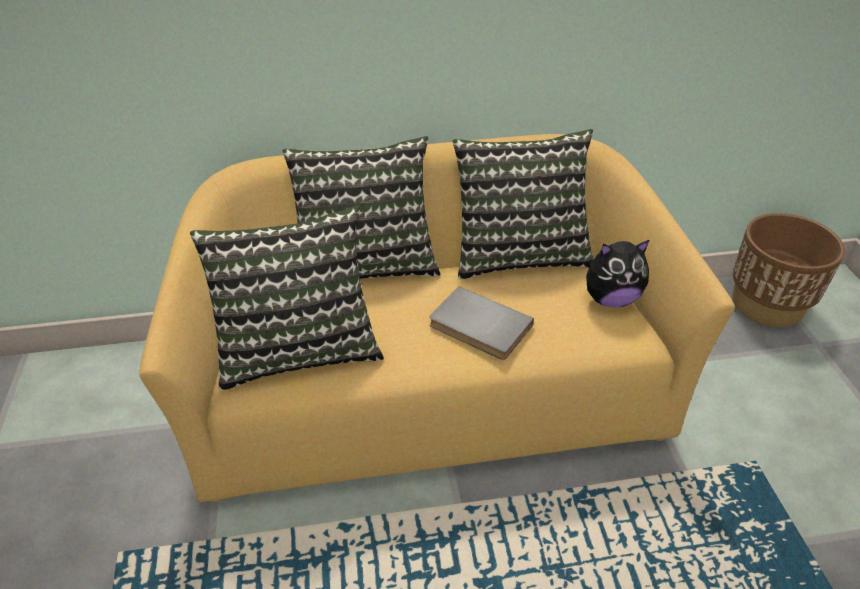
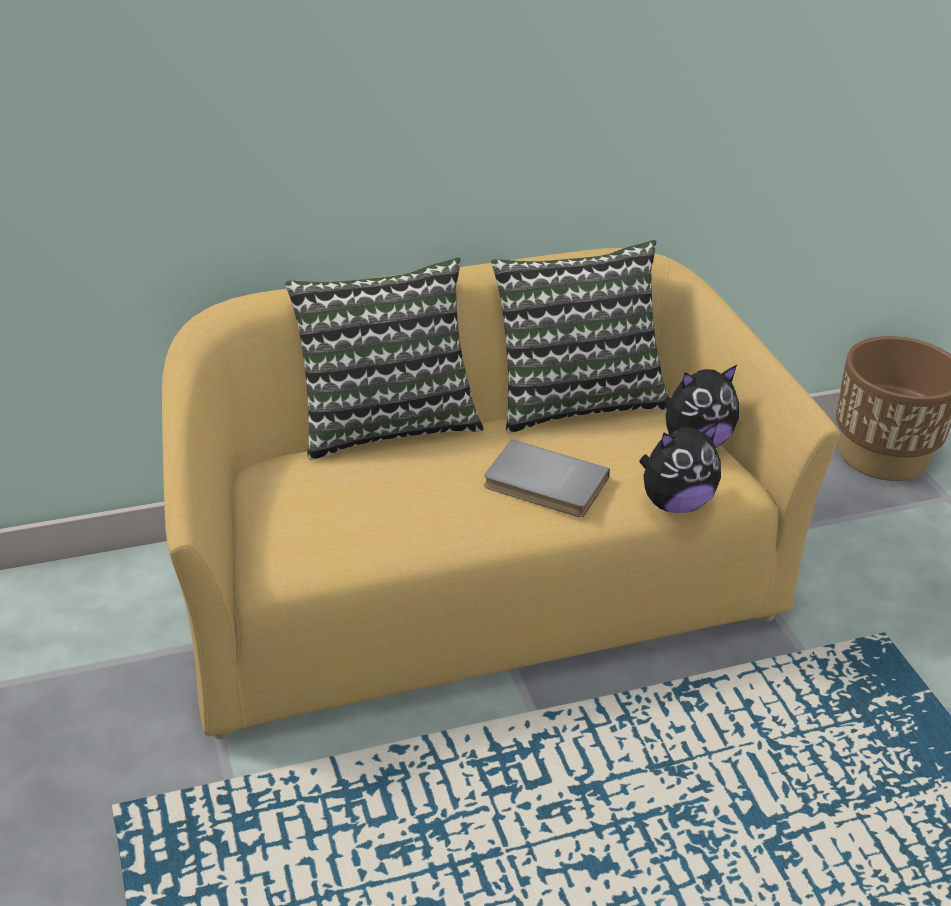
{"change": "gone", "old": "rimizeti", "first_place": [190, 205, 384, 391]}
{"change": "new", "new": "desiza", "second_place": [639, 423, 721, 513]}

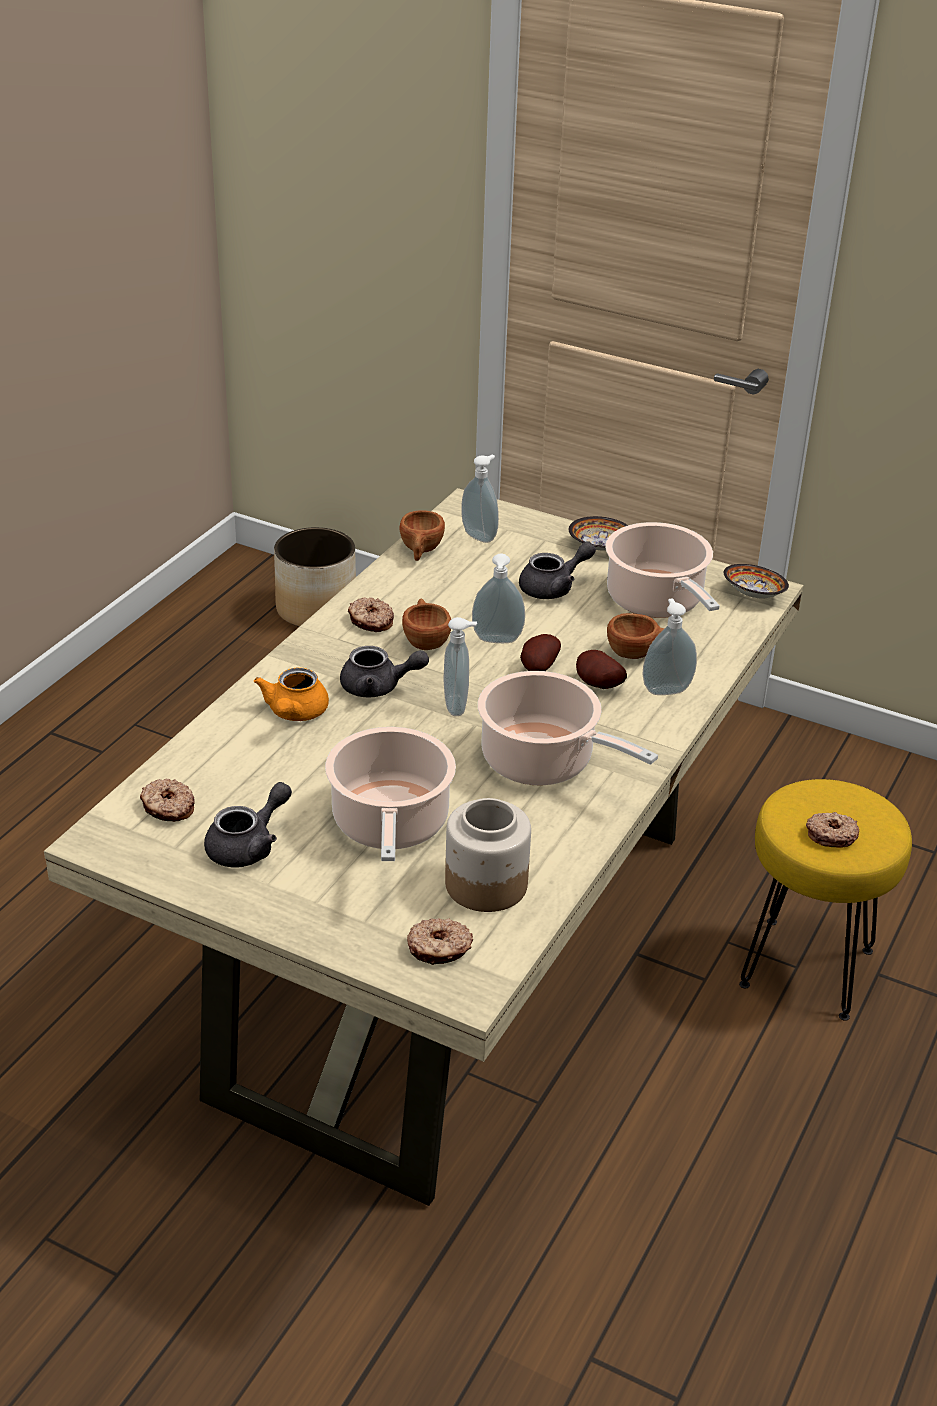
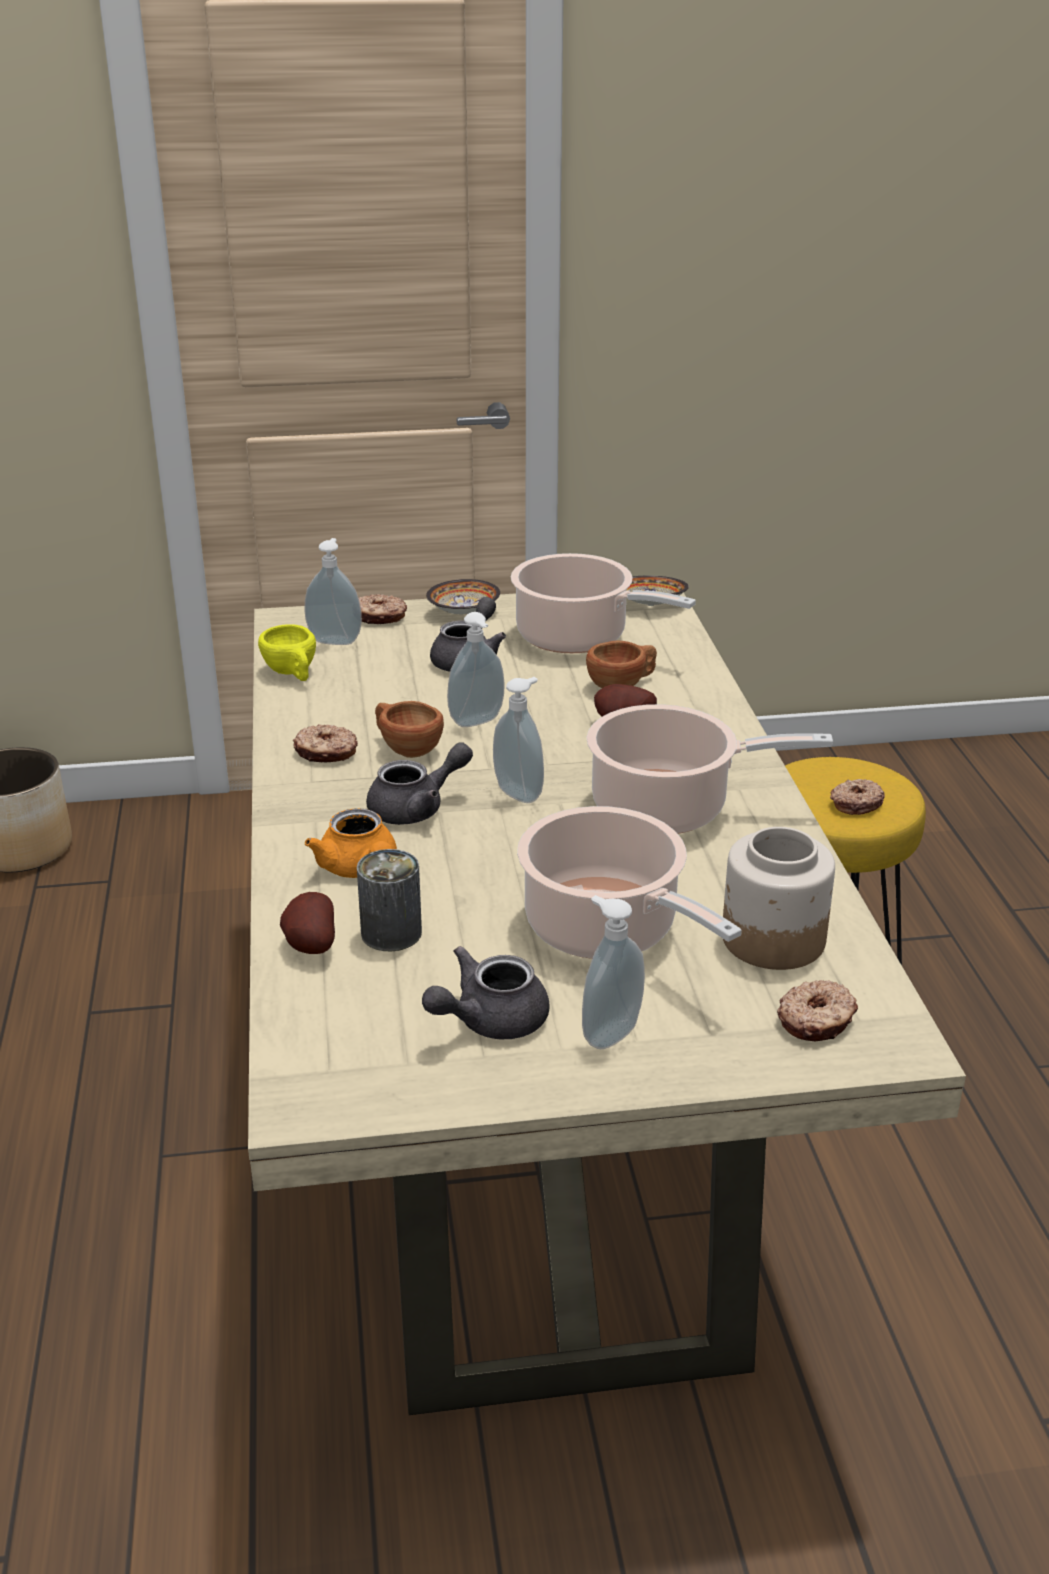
{"change": "new", "new": "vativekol", "second_place": [357, 849, 422, 951]}
{"change": "shifted", "old": "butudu", "first_place": [140, 779, 195, 822], "second_place": [359, 594, 407, 624]}
{"change": "shifted", "old": "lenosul", "first_place": [520, 634, 561, 671], "second_place": [280, 892, 335, 954]}
{"change": "shifted", "old": "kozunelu", "first_place": [642, 598, 697, 695], "second_place": [582, 895, 645, 1049]}
{"change": "repainted", "old": "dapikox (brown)", "new": "dapikox (yellow)", "first_place": [399, 510, 445, 561], "second_place": [258, 624, 316, 681]}
{"change": "rotated", "old": "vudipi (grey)", "first_place": [204, 782, 292, 868], "second_place": [422, 946, 550, 1040], "degrees": -135}

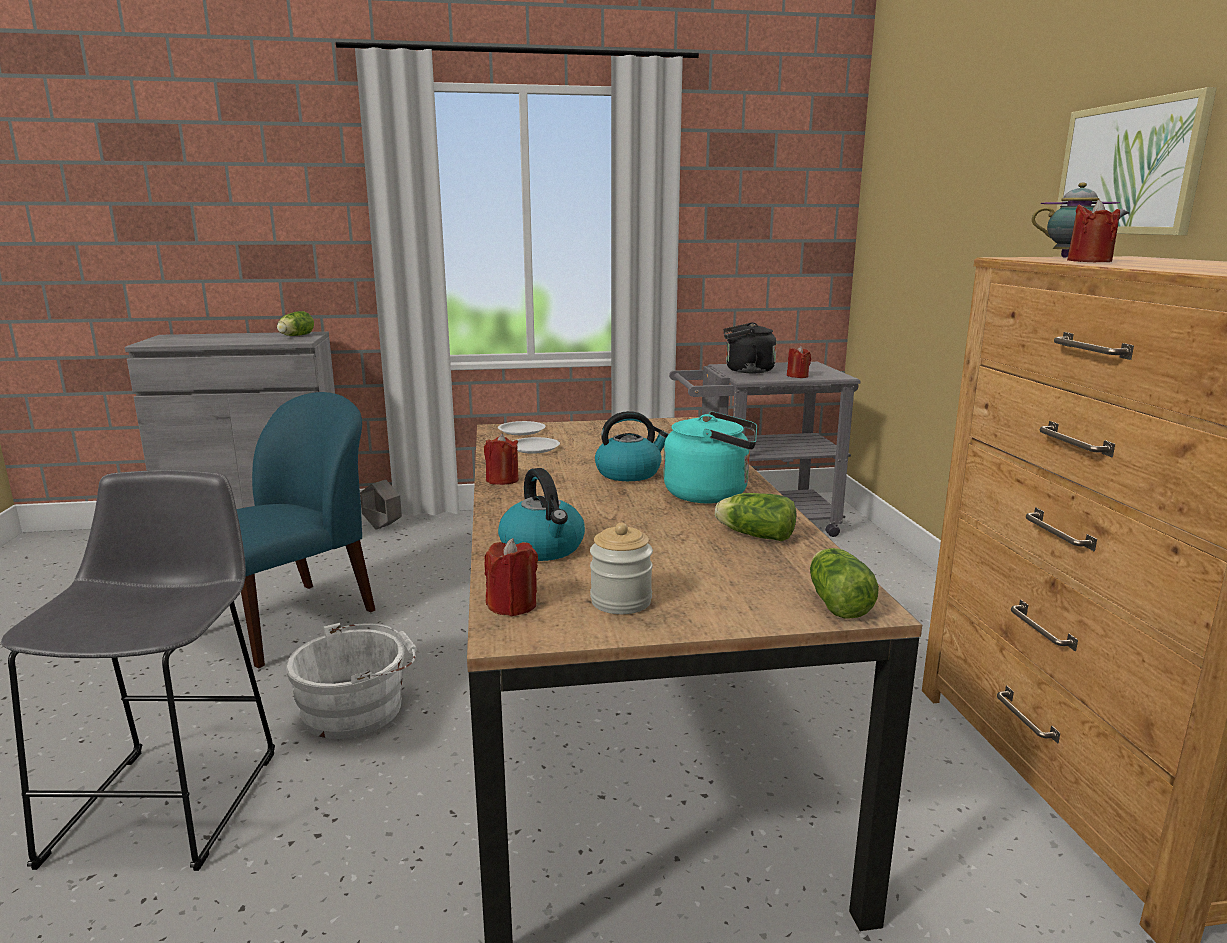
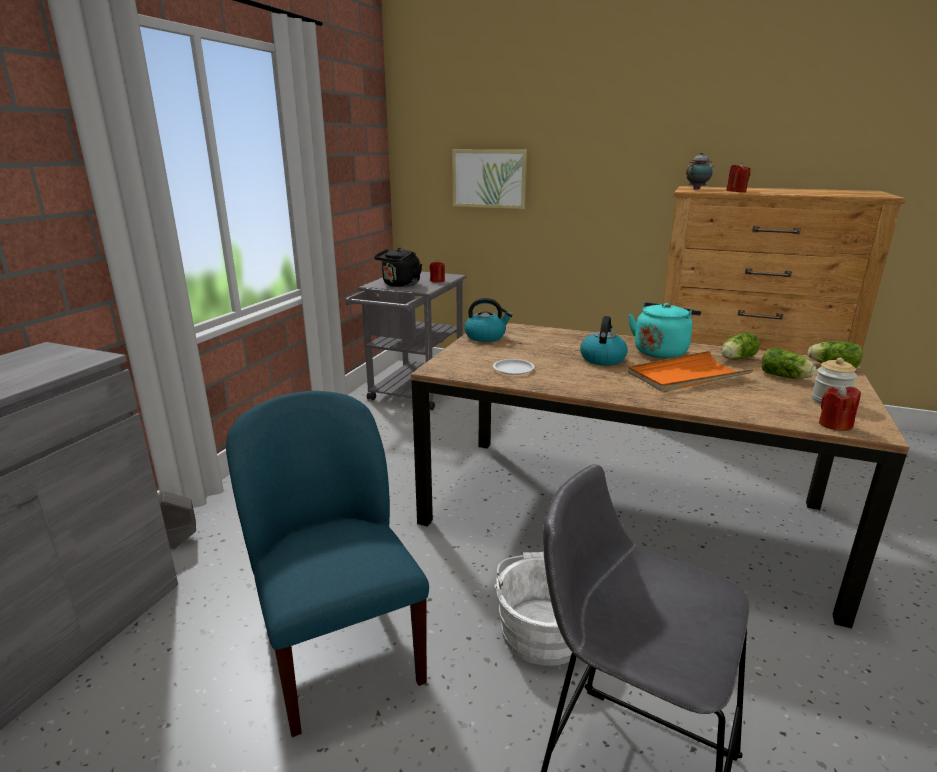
{"change": "gone", "old": "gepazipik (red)", "first_place": [484, 434, 519, 485]}
{"change": "gone", "old": "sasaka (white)", "first_place": [498, 421, 546, 435]}
{"change": "new", "new": "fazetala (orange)", "second_place": [628, 351, 754, 393]}
{"change": "shifted", "old": "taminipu", "first_place": [277, 311, 314, 336], "second_place": [761, 348, 816, 379]}
{"change": "shifted", "old": "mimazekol", "first_place": [498, 468, 585, 561], "second_place": [464, 298, 513, 342]}
{"change": "shifted", "old": "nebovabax", "first_place": [1056, 87, 1217, 235], "second_place": [452, 150, 527, 209]}

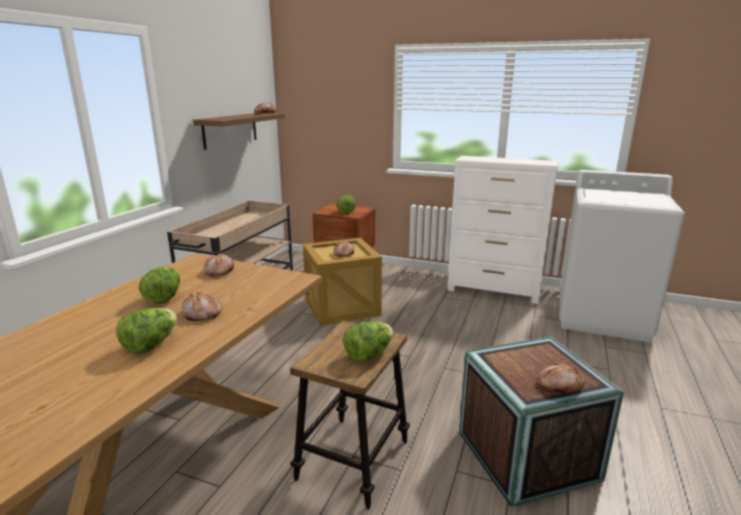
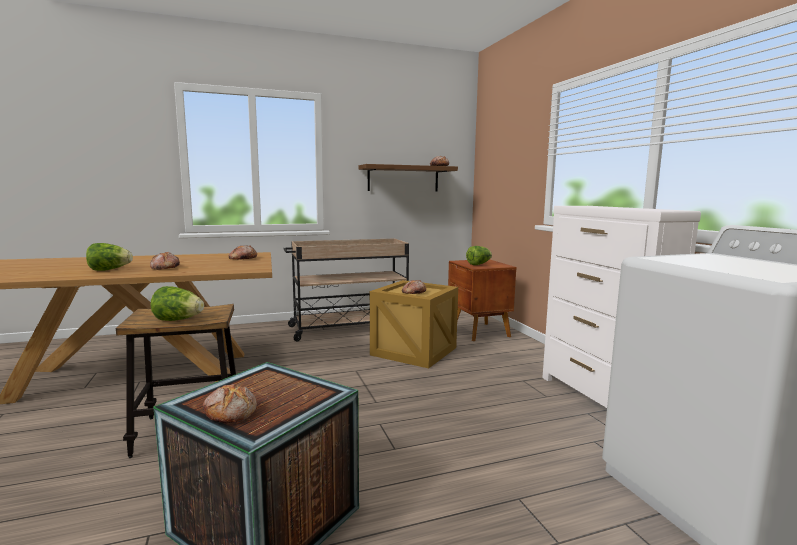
{"change": "gone", "old": "taminipu", "first_place": [139, 266, 180, 304]}

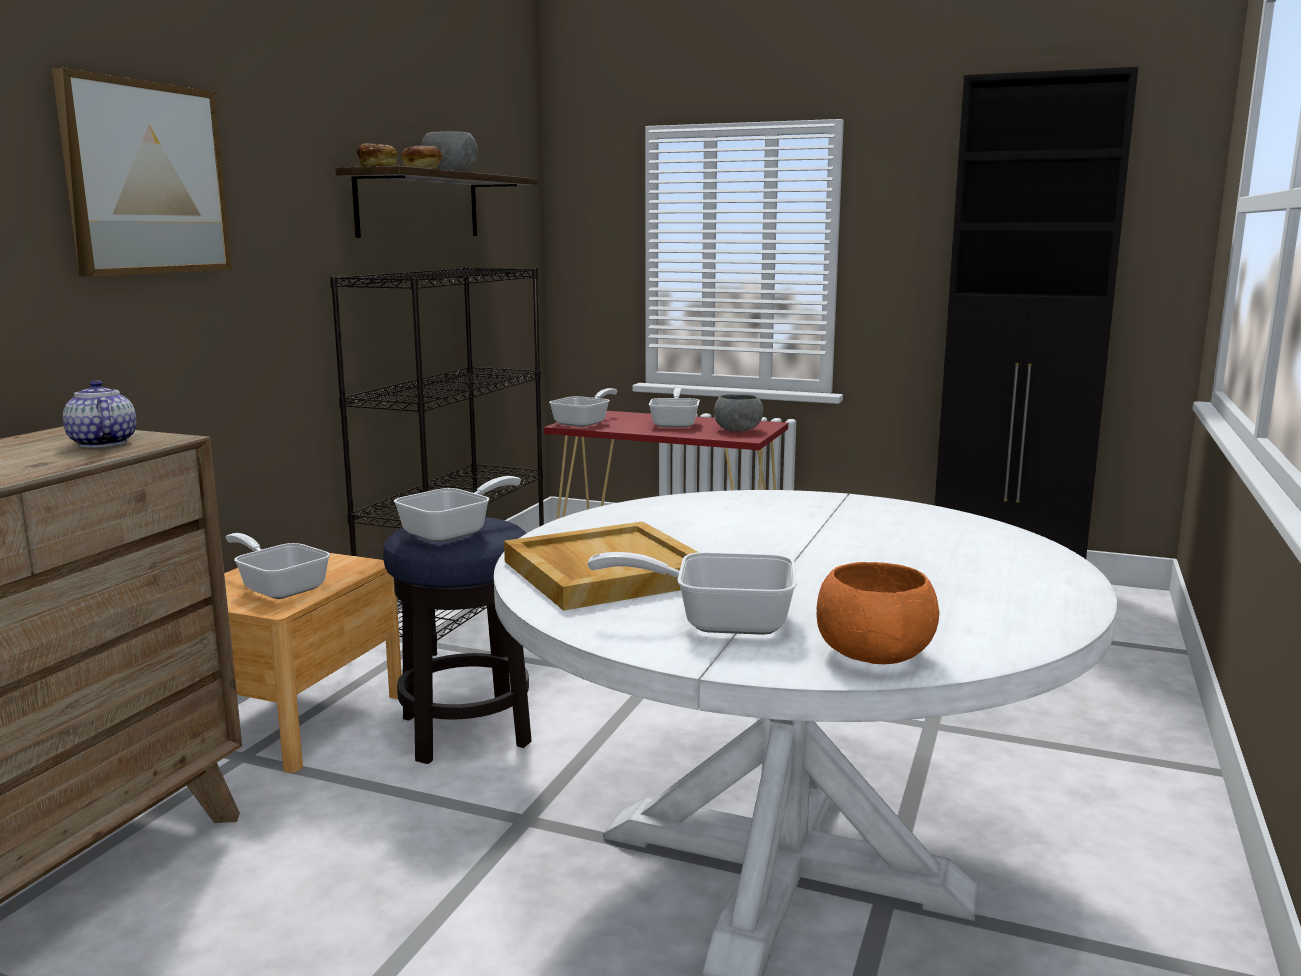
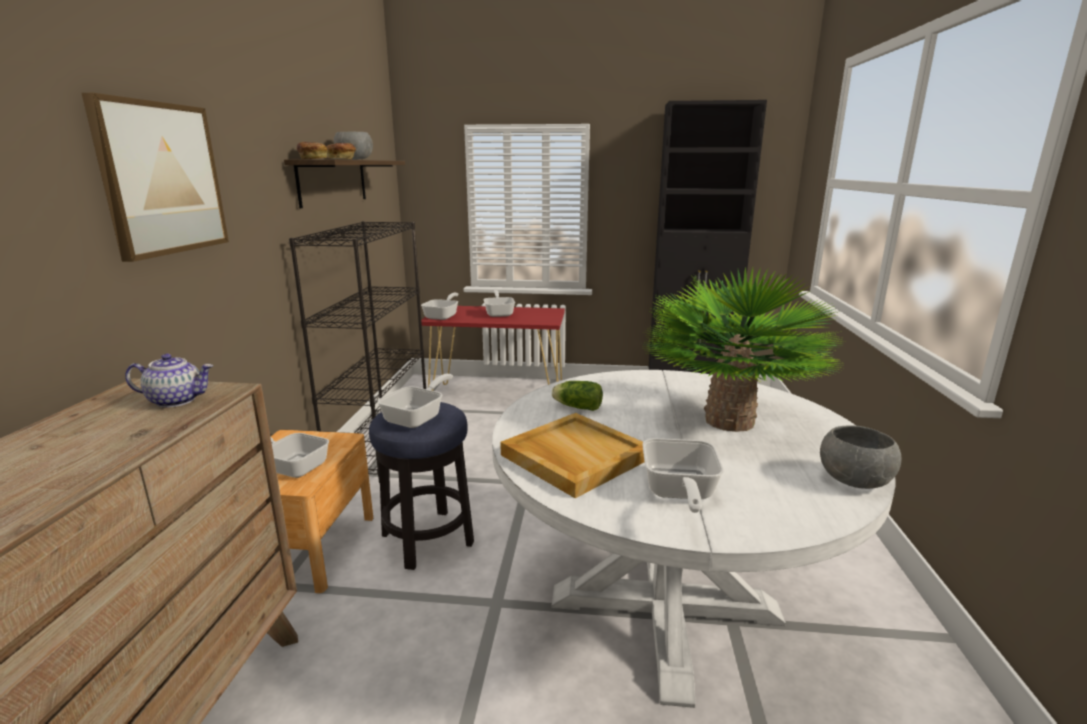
{"change": "gone", "old": "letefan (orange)", "first_place": [816, 562, 939, 664]}
{"change": "new", "new": "taminipu", "second_place": [552, 381, 603, 411]}
{"change": "new", "new": "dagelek", "second_place": [643, 266, 845, 432]}
{"change": "shifted", "old": "letefan (grey)", "first_place": [714, 394, 764, 431], "second_place": [820, 425, 902, 489]}
{"change": "rotated", "old": "vudipi", "first_place": [63, 380, 136, 448], "second_place": [125, 353, 213, 408], "degrees": 135}
{"change": "rotated", "old": "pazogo", "first_place": [587, 552, 797, 635], "second_place": [642, 438, 724, 513], "degrees": -75}

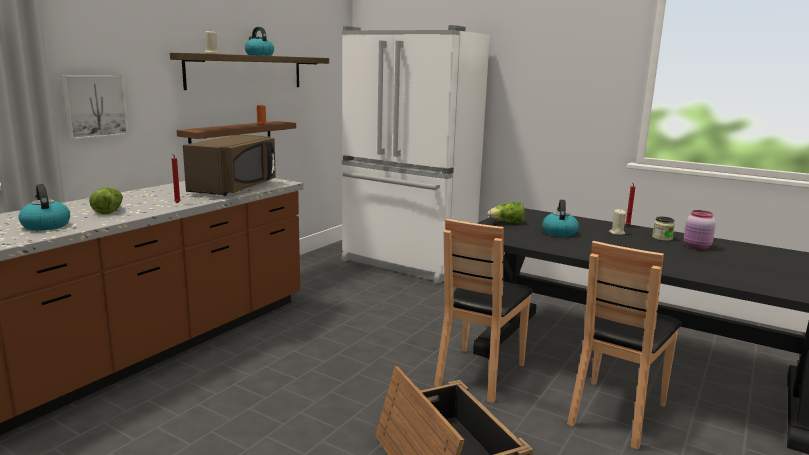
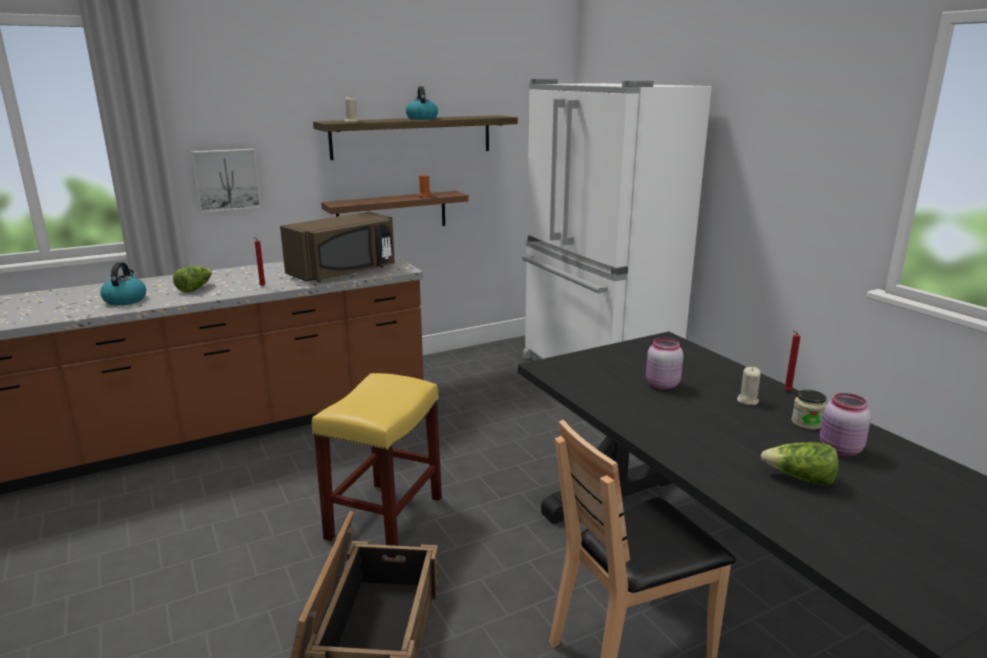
{"change": "gone", "old": "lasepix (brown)", "first_place": [434, 218, 533, 403]}
{"change": "new", "new": "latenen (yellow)", "second_place": [312, 373, 442, 559]}
{"change": "shifted", "old": "taminipu", "first_place": [488, 202, 525, 223], "second_place": [761, 442, 839, 486]}
{"change": "swapped", "old": "mimazekol", "new": "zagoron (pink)", "first_place": [542, 200, 579, 237], "second_place": [646, 337, 683, 389]}

